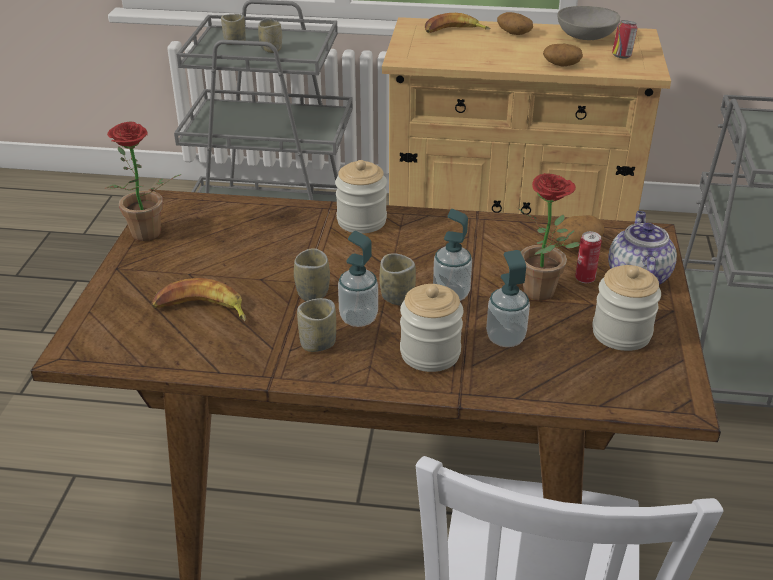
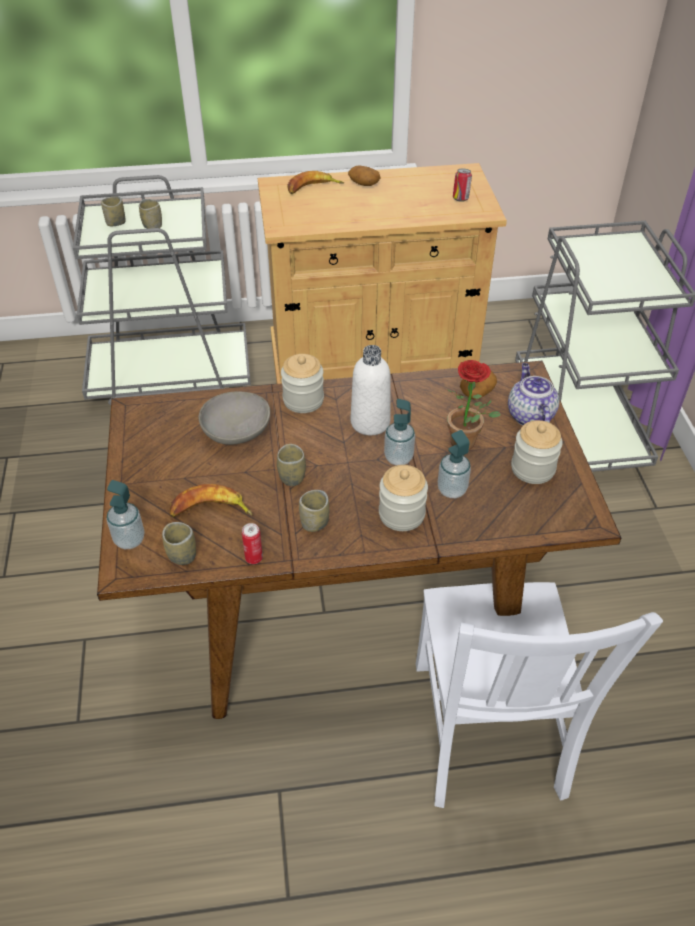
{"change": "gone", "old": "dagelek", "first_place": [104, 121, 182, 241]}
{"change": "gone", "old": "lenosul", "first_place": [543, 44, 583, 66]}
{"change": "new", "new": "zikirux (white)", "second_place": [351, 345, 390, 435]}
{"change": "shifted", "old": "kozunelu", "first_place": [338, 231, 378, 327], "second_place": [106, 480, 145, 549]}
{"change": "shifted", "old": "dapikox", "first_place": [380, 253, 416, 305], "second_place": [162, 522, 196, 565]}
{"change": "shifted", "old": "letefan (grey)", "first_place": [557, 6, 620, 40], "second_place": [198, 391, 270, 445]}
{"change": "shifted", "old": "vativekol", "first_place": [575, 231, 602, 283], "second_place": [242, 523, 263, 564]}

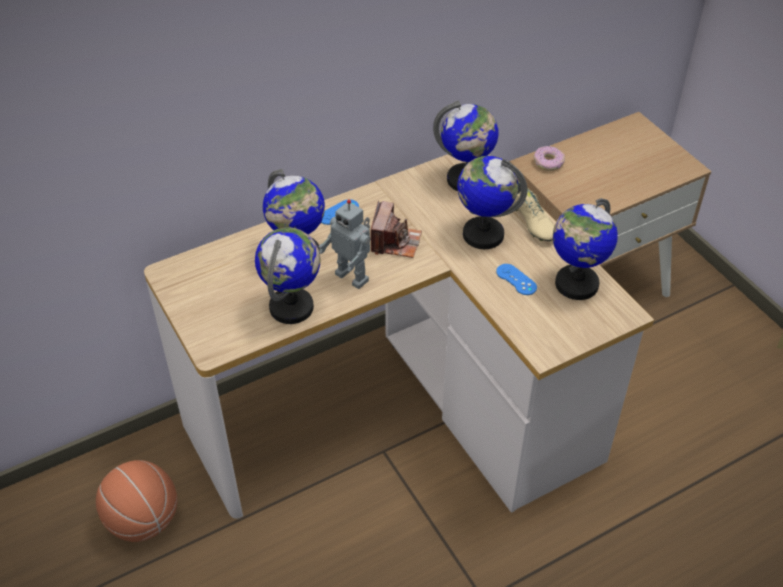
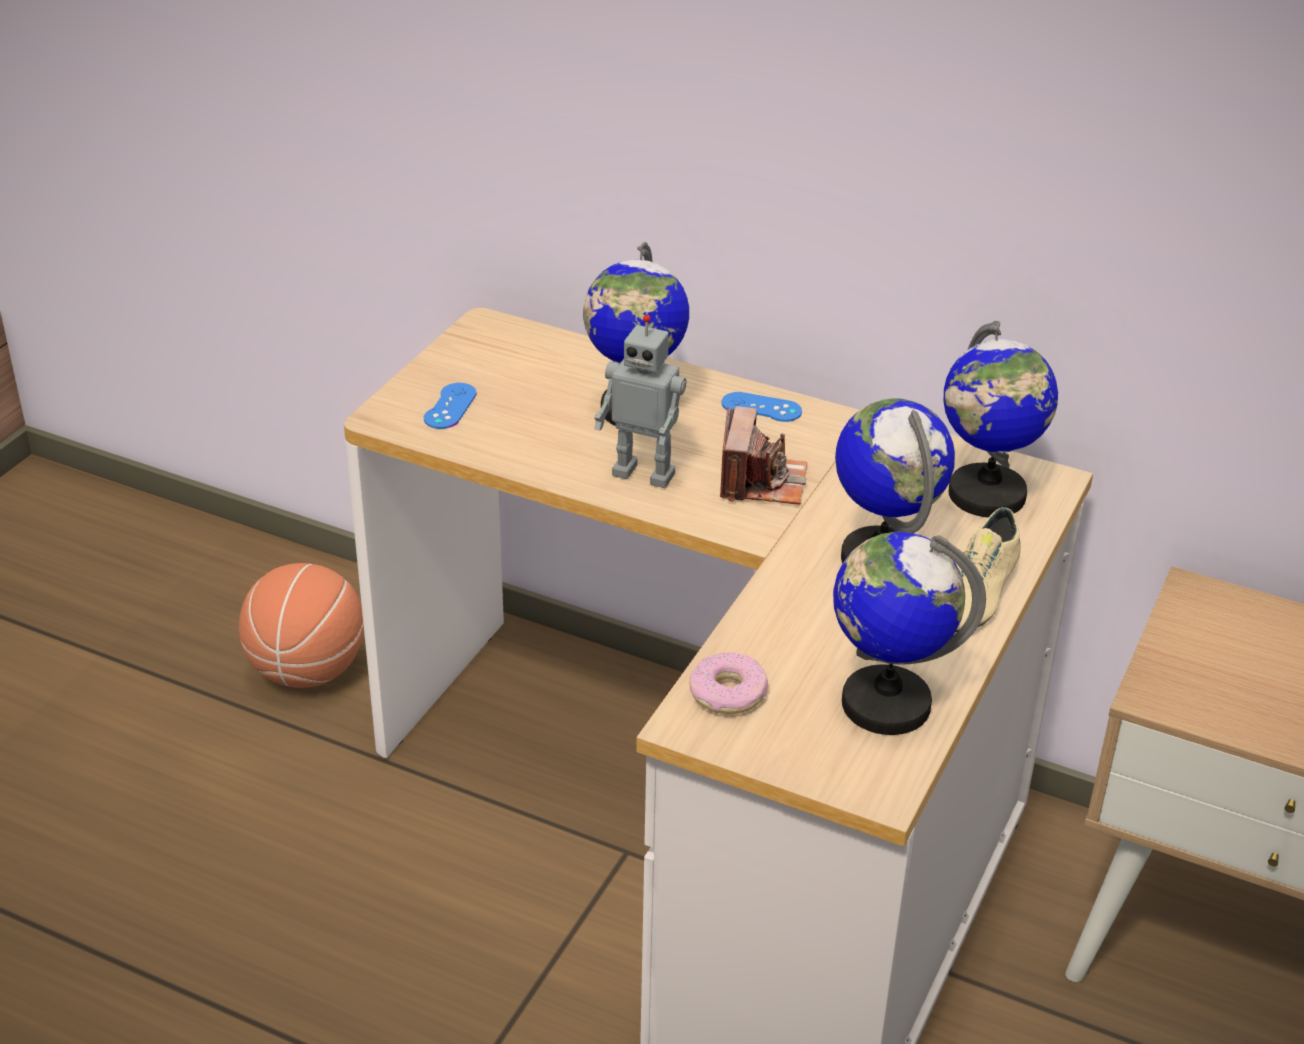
{"change": "gone", "old": "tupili", "first_place": [255, 227, 321, 324]}
{"change": "shifted", "old": "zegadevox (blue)", "first_place": [496, 264, 537, 295], "second_place": [424, 383, 477, 429]}
{"change": "shifted", "old": "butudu", "first_place": [534, 146, 565, 171], "second_place": [689, 652, 768, 714]}
{"change": "rotated", "old": "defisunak", "first_place": [318, 199, 371, 289], "second_place": [594, 315, 686, 488], "degrees": -75}
{"change": "rotated", "old": "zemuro", "first_place": [371, 201, 422, 258], "second_place": [720, 406, 807, 505], "degrees": -60}

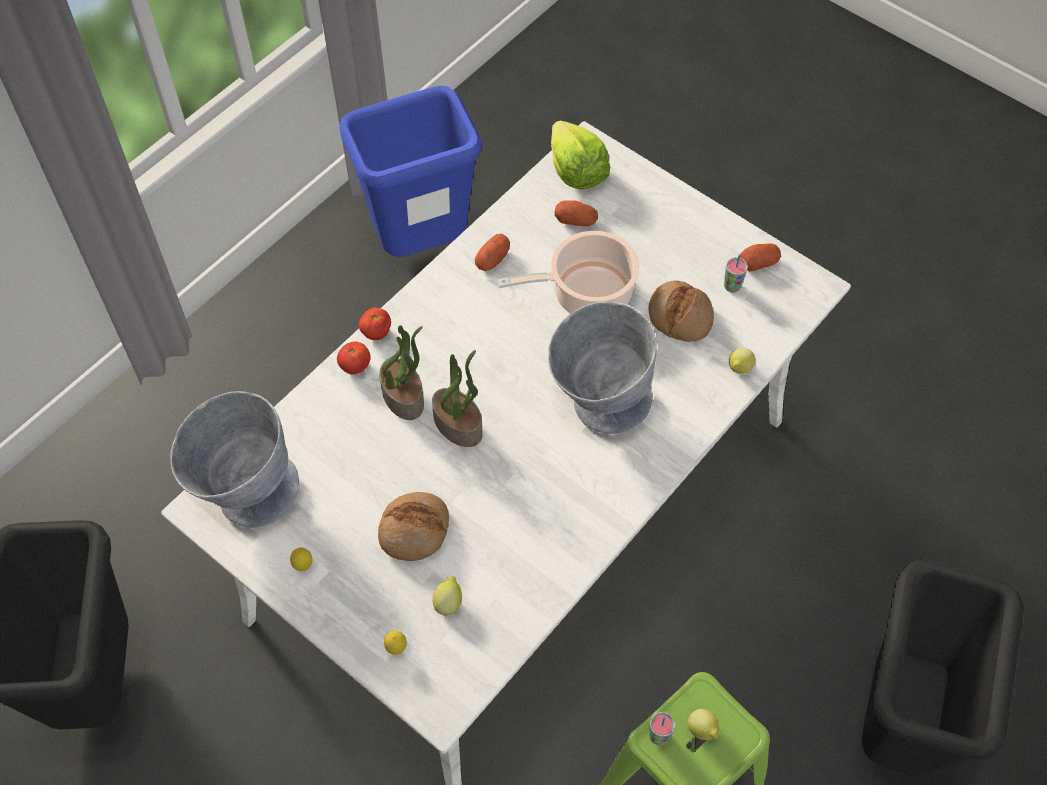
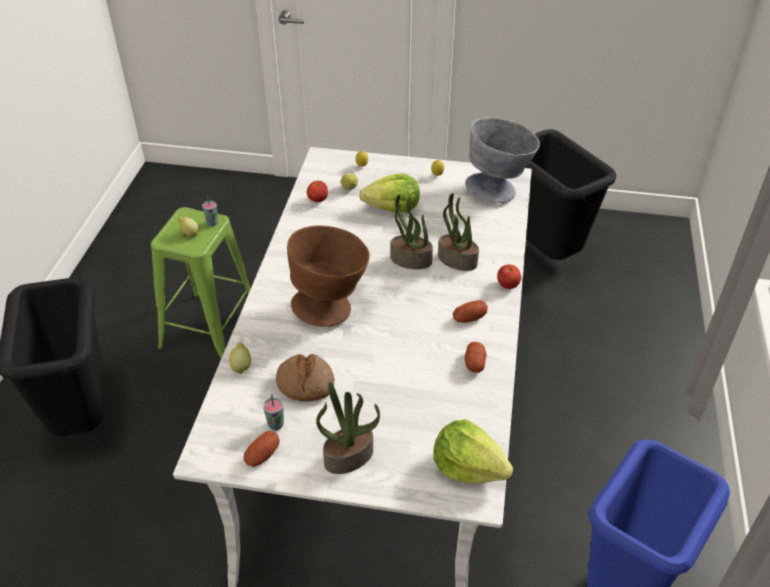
{"change": "gone", "old": "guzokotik", "first_place": [498, 231, 639, 314]}
{"change": "new", "new": "dagelek", "second_place": [316, 382, 380, 474]}
{"change": "shifted", "old": "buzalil", "first_place": [337, 341, 371, 375], "second_place": [307, 181, 328, 202]}
{"change": "shifted", "old": "lenosul", "first_place": [555, 200, 598, 226], "second_place": [453, 300, 488, 323]}
{"change": "swapped", "old": "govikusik", "new": "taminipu", "first_place": [378, 492, 449, 561], "second_place": [359, 174, 420, 212]}
{"change": "repainted", "old": "letefan (grey)", "new": "letefan (brown)", "first_place": [548, 302, 657, 434], "second_place": [287, 226, 370, 327]}

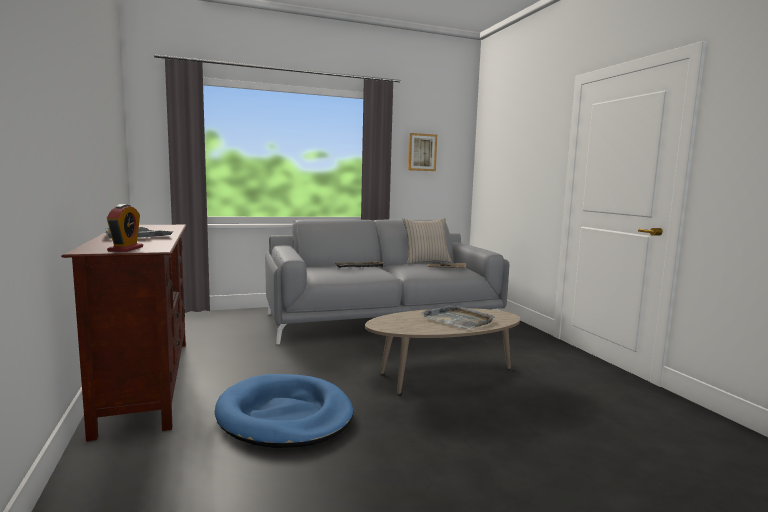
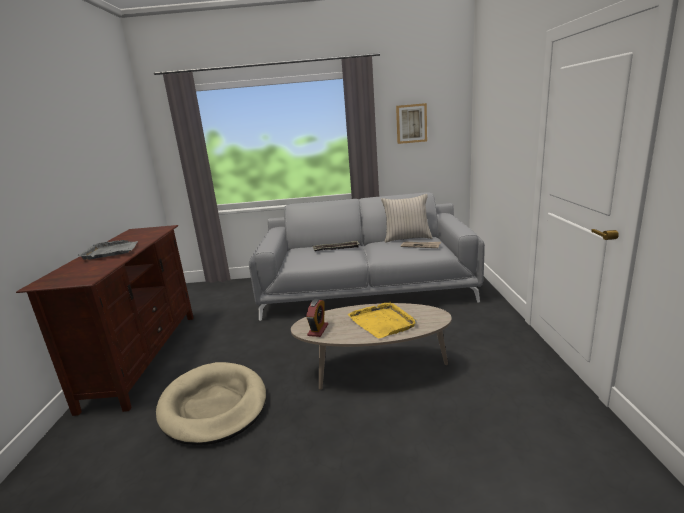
{"change": "shifted", "old": "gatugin", "first_place": [107, 204, 143, 252], "second_place": [306, 299, 328, 337]}
{"change": "repainted", "old": "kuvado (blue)", "new": "kuvado (beige)", "first_place": [215, 374, 353, 448], "second_place": [156, 362, 266, 445]}
{"change": "repainted", "old": "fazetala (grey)", "new": "fazetala (yellow)", "first_place": [421, 304, 495, 329], "second_place": [348, 302, 417, 339]}

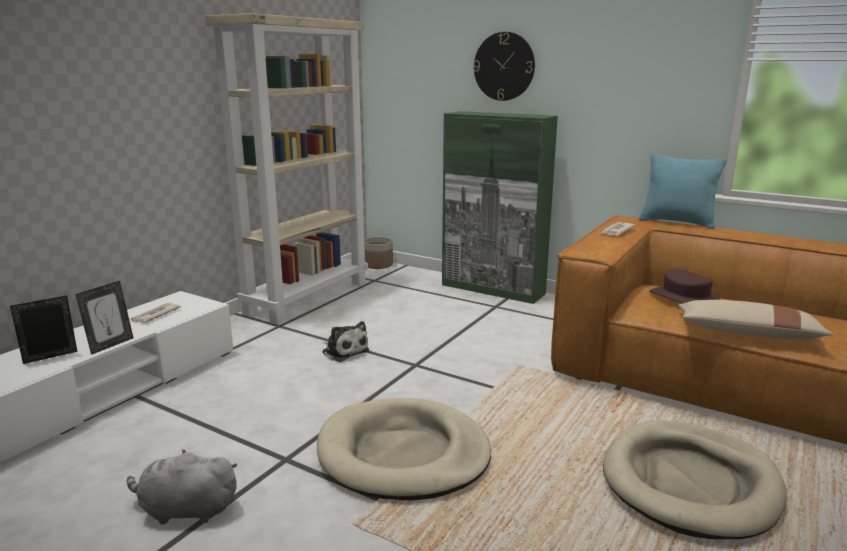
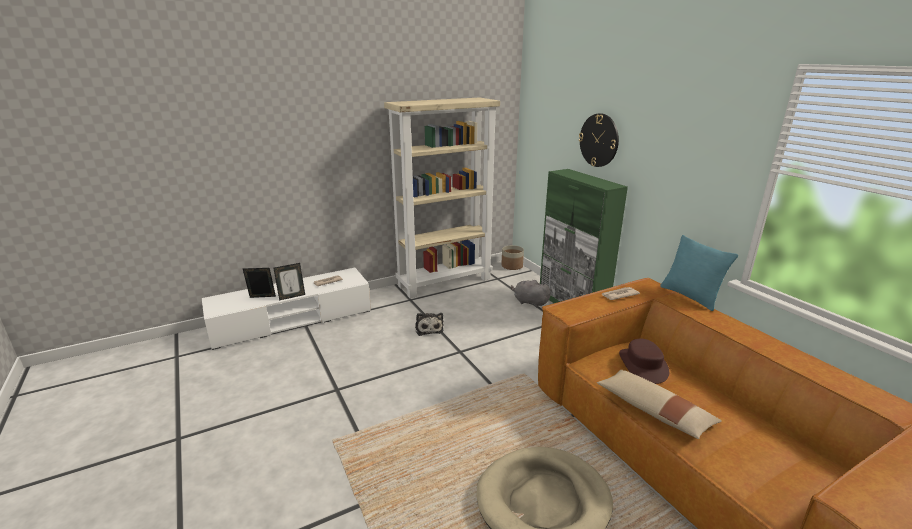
{"change": "gone", "old": "kuvado (beige)", "first_place": [317, 398, 491, 501]}
{"change": "shifted", "old": "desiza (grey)", "first_place": [127, 449, 237, 525], "second_place": [511, 279, 551, 307]}

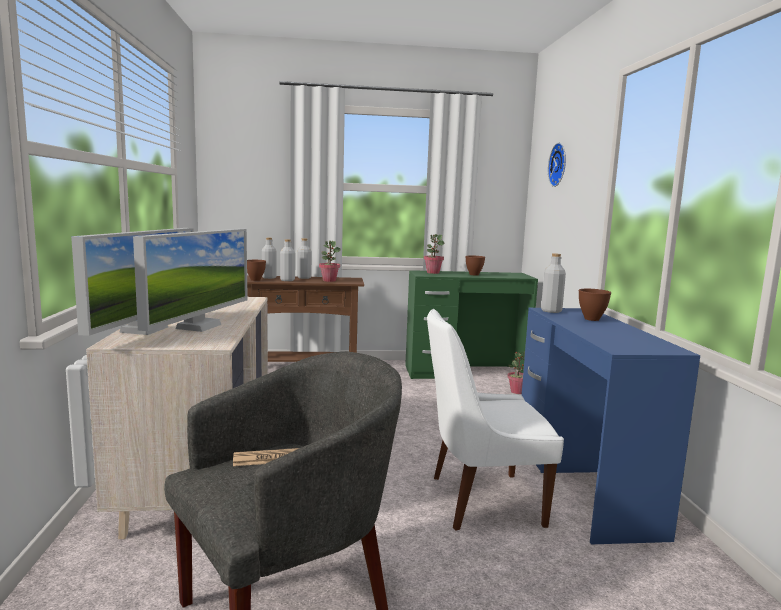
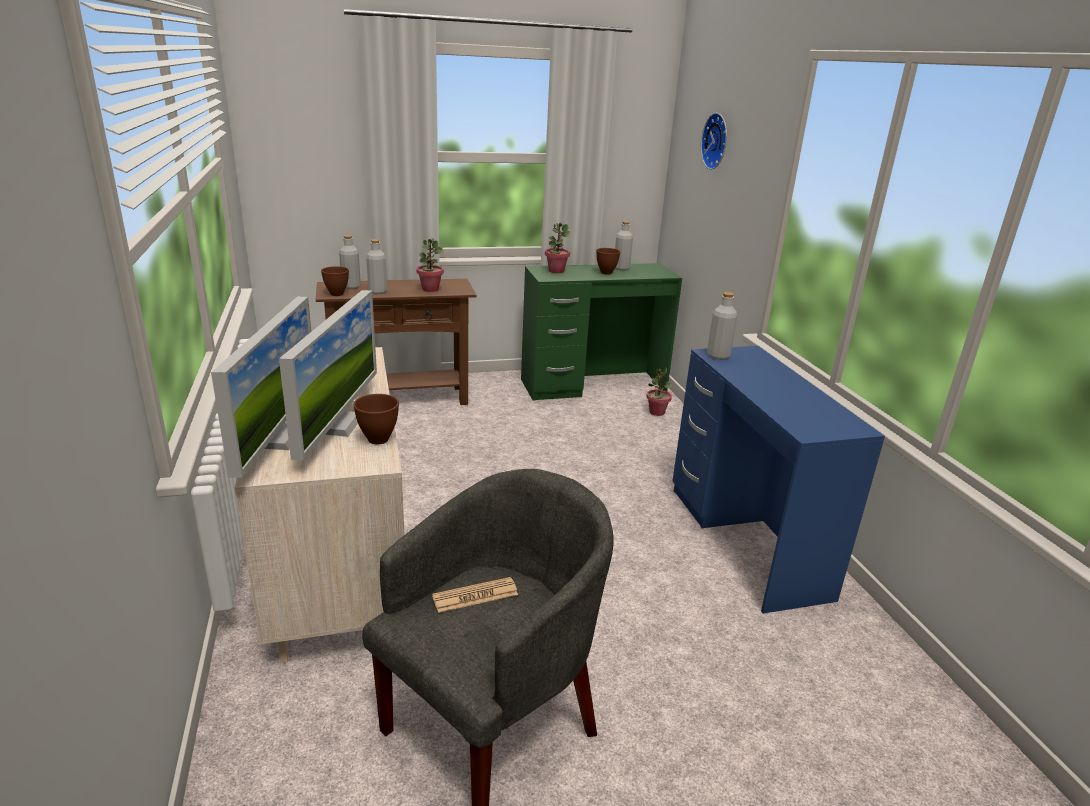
{"change": "gone", "old": "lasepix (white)", "first_place": [427, 309, 564, 531]}
{"change": "shifted", "old": "zikirux (grey)", "first_place": [297, 238, 312, 279], "second_place": [615, 221, 633, 271]}
{"change": "shifted", "old": "letefan (brown)", "first_place": [579, 289, 611, 321], "second_place": [353, 394, 399, 445]}

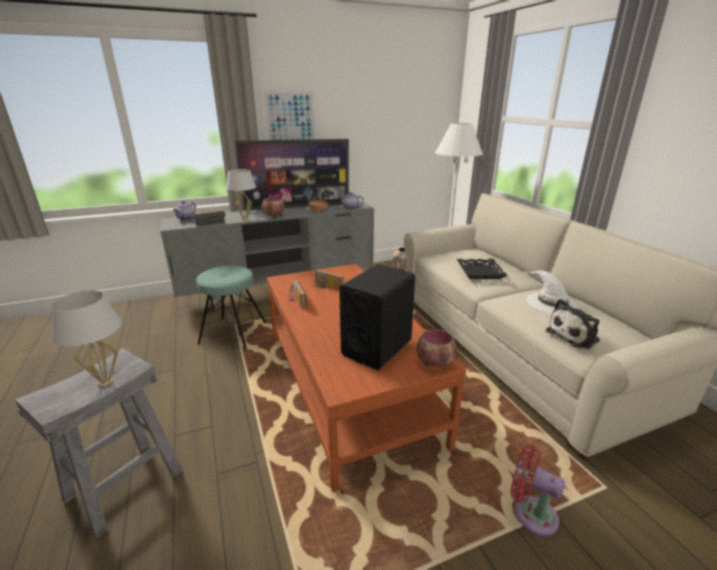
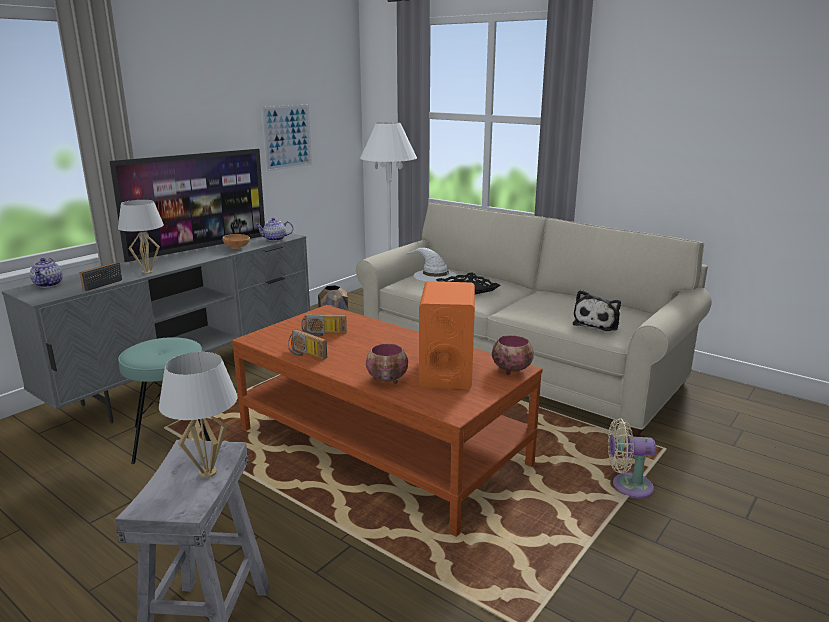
{"change": "shifted", "old": "letefan", "first_place": [261, 197, 285, 218], "second_place": [366, 344, 408, 384]}
{"change": "shifted", "old": "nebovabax", "first_place": [263, 91, 316, 140], "second_place": [261, 105, 312, 172]}
{"change": "shifted", "old": "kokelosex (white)", "first_place": [526, 270, 579, 314], "second_place": [406, 248, 457, 282]}
{"change": "repainted", "old": "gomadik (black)", "new": "gomadik (orange)", "first_place": [339, 264, 415, 370], "second_place": [419, 281, 475, 389]}
{"change": "repainted", "old": "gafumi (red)", "new": "gafumi (beige)", "first_place": [510, 444, 565, 536], "second_place": [608, 418, 656, 499]}

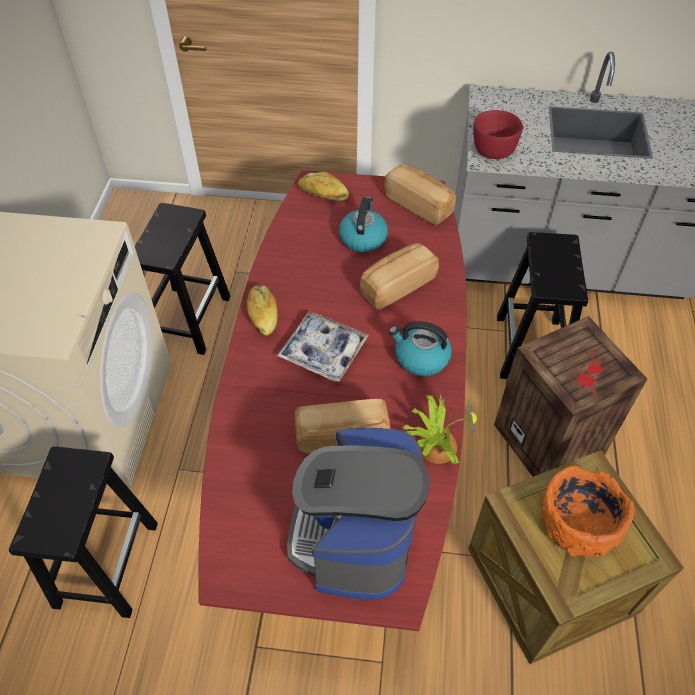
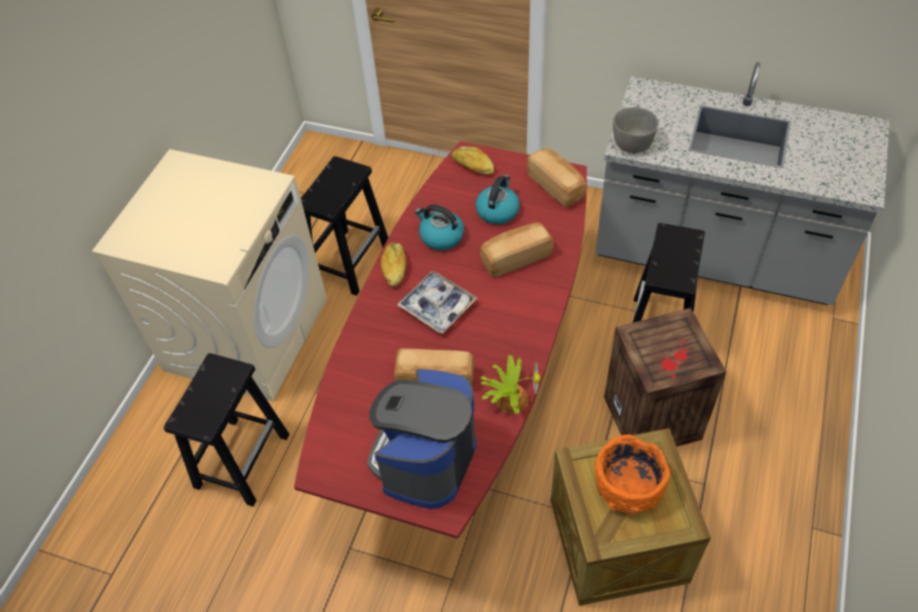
{"change": "shifted", "old": "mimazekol", "first_place": [389, 321, 452, 376], "second_place": [415, 204, 464, 250]}
{"change": "repainted", "old": "letefan (red)", "new": "letefan (grey)", "first_place": [473, 110, 523, 159], "second_place": [613, 107, 658, 153]}

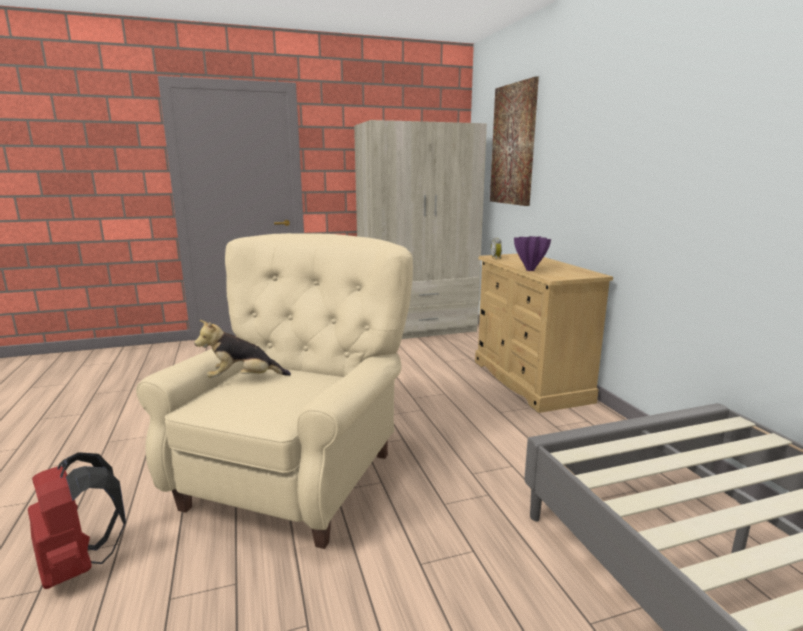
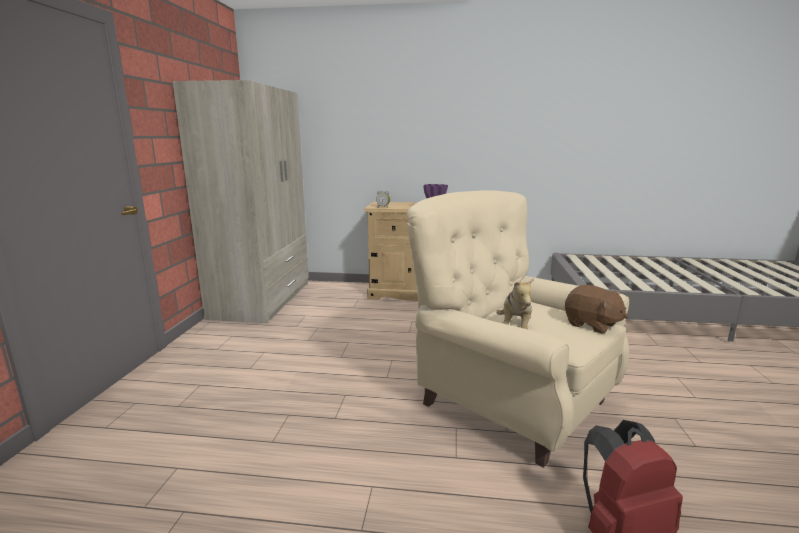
{"change": "gone", "old": "nebovabax", "first_place": [490, 76, 539, 206]}
{"change": "new", "new": "desiza (brown)", "second_place": [565, 285, 628, 334]}

